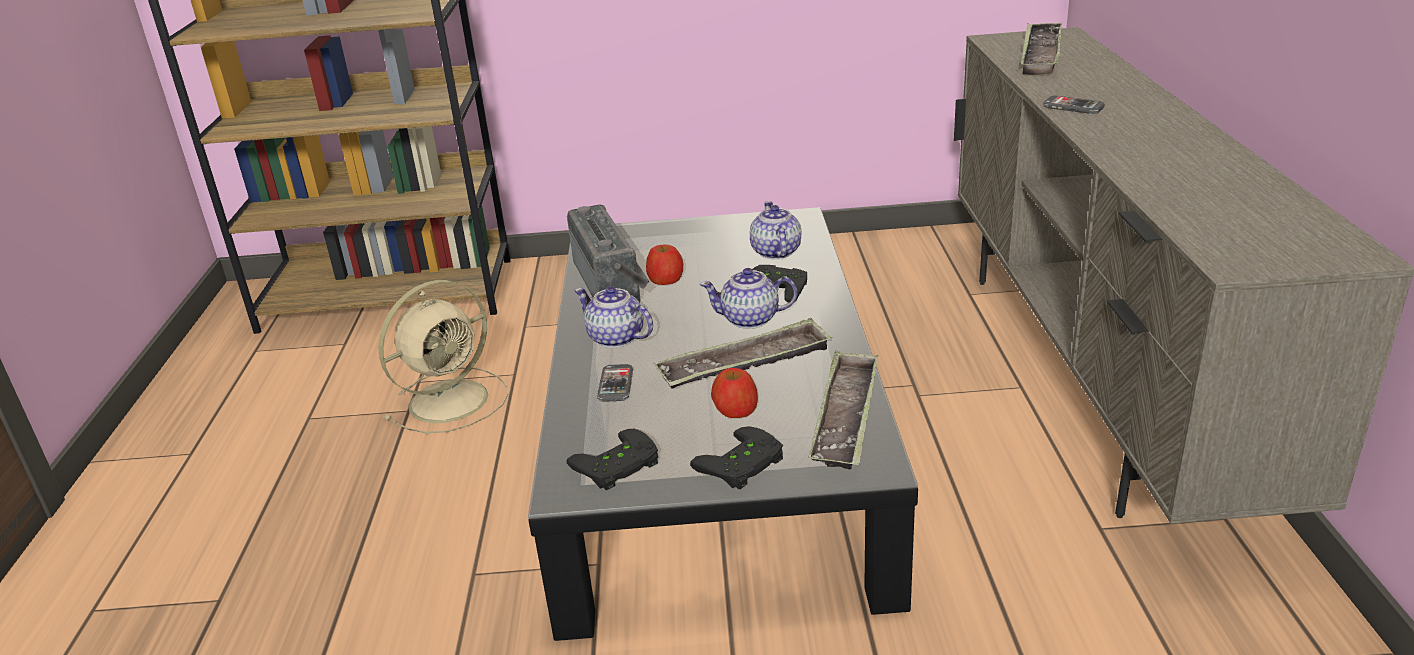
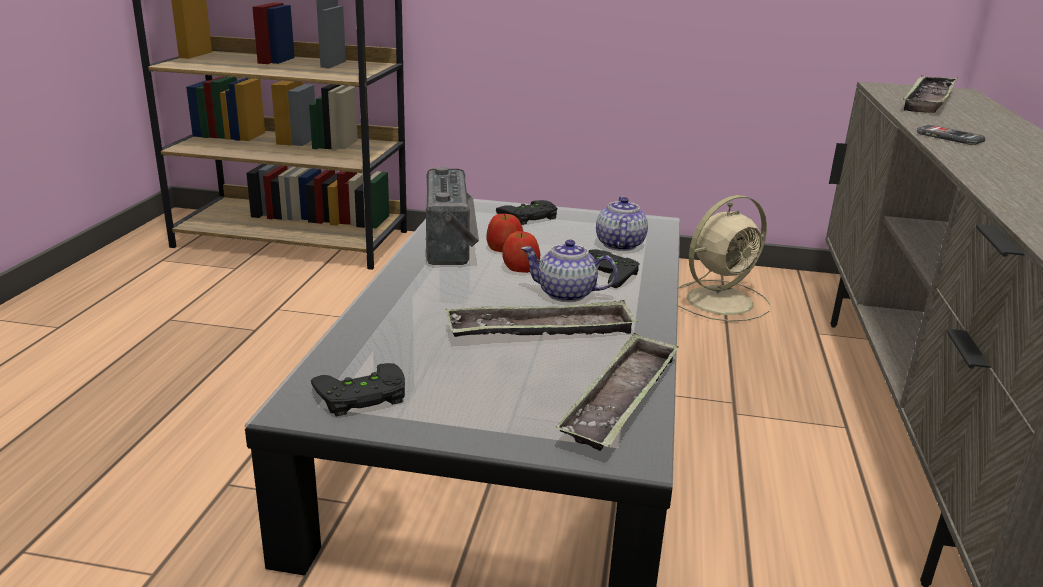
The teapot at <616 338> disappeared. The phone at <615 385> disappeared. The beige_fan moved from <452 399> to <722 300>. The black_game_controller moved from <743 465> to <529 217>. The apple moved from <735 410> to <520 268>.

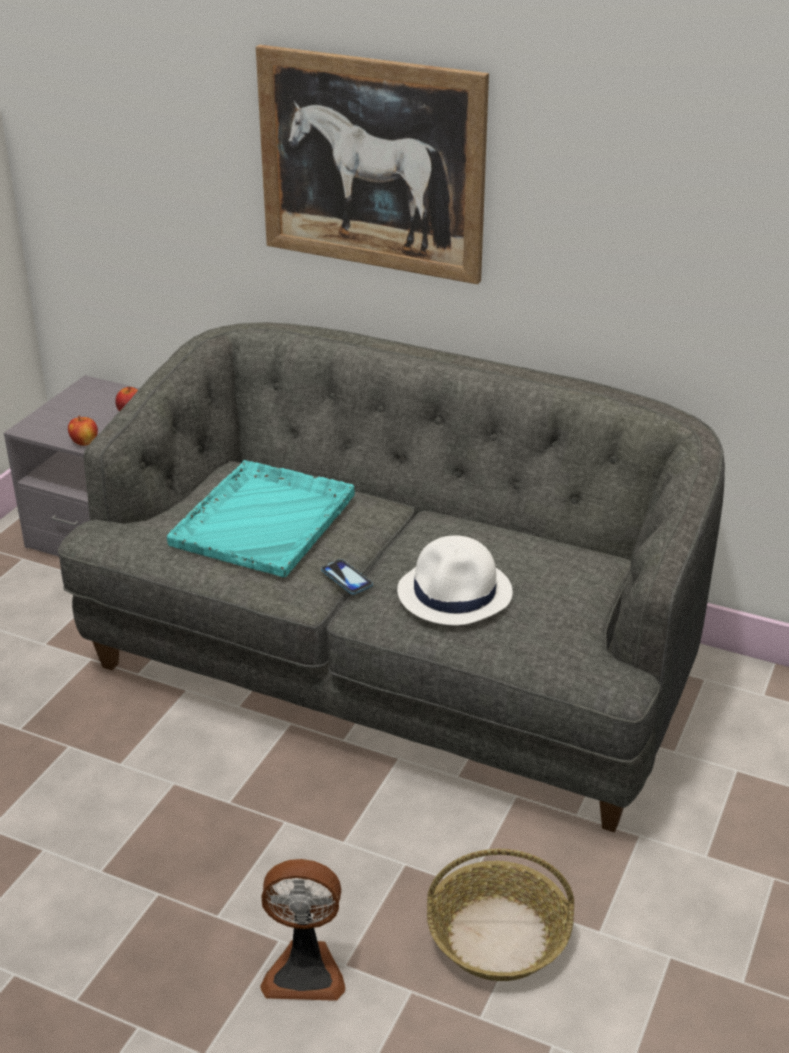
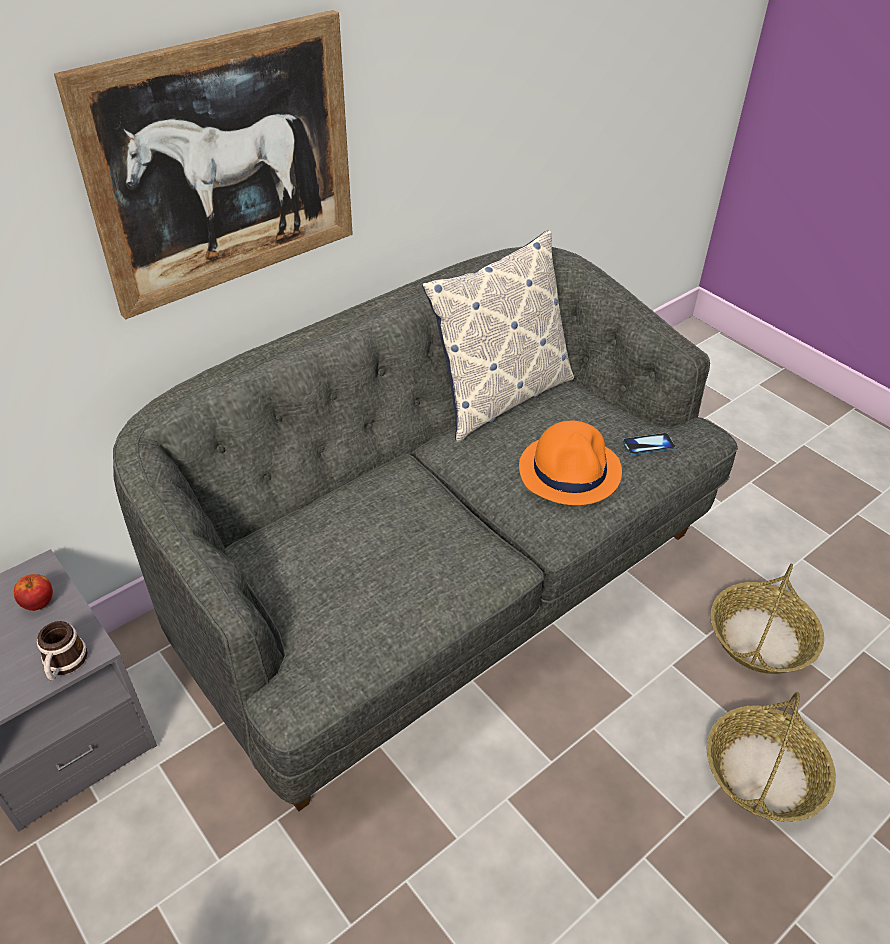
The turquoise_tray at <265 519> disappeared. The pillow at <499 397> appeared. The phone moved from <346 578> to <648 445>. The apple at <84 442> was replaced by the mug at <64 664>. The fan at <305 970> was replaced by the basket at <763 772>. The white_hat at <455 593> became the orange_hat at <570 470>.

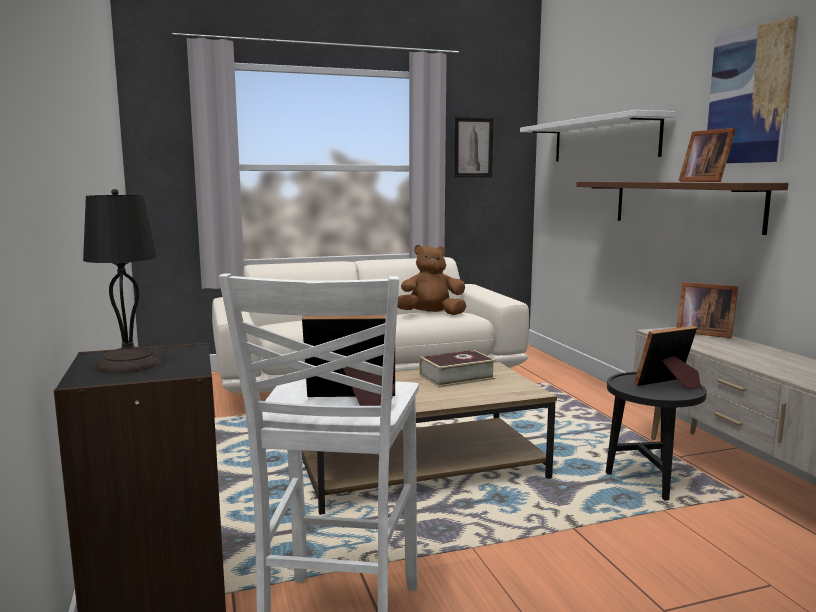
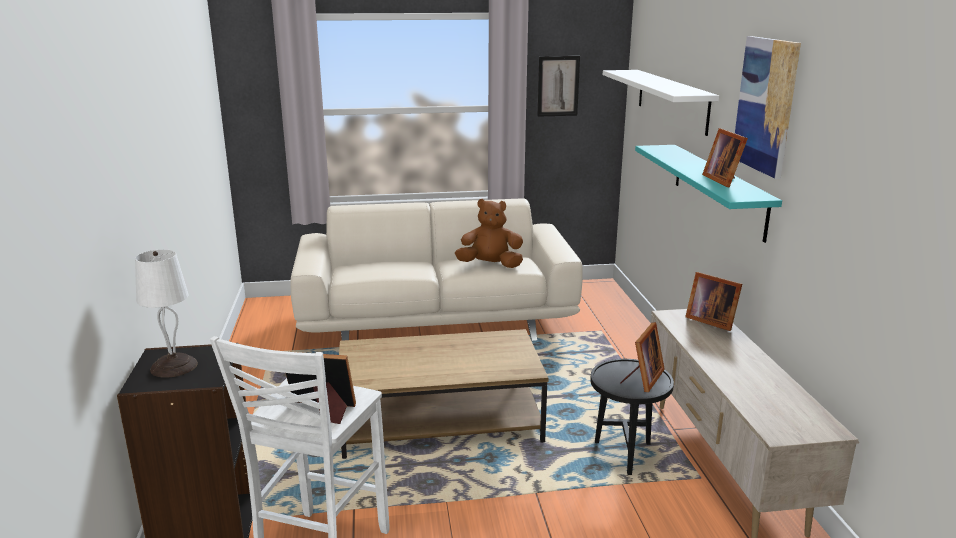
The book at <456 377> disappeared. The black_table_lamp at <129 363> became the white_table_lamp at <174 367>. The brown_shelf at <683 204> became the turquoise_shelf at <718 189>. The picture_frame at <669 385> turned 135 degrees clockwise.

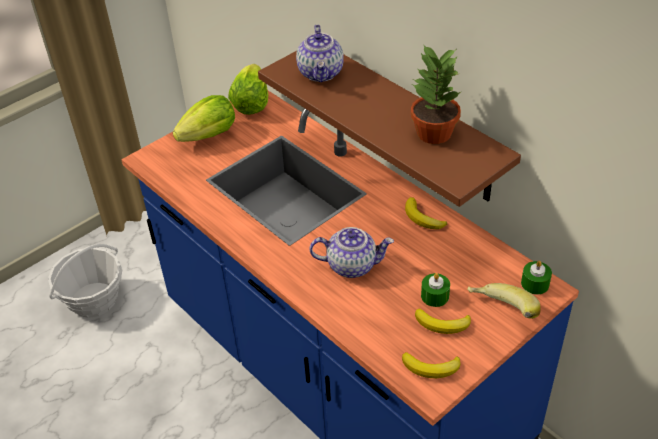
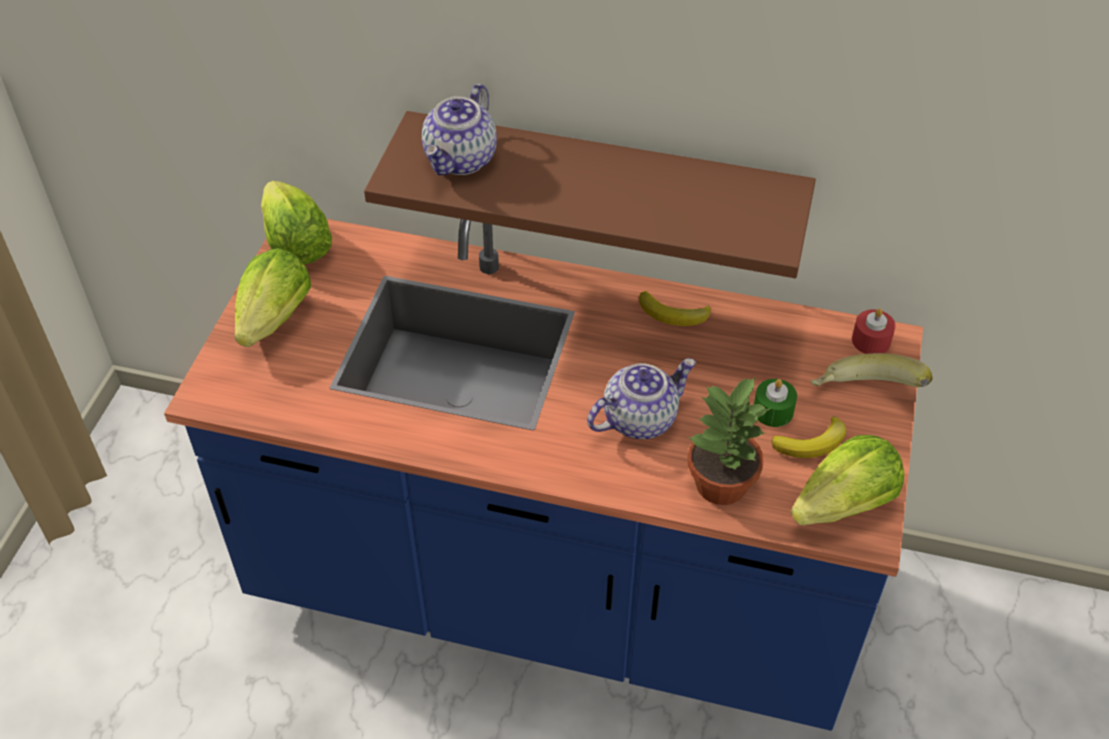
The basket at <94 300> disappeared. The potted_plant moved from <433 133> to <719 484>. The banana at <431 368> was replaced by the lettuce at <844 505>. The green_candle at <535 284> became the red_candle at <871 340>. The teapot at <321 73> turned 60 degrees clockwise.

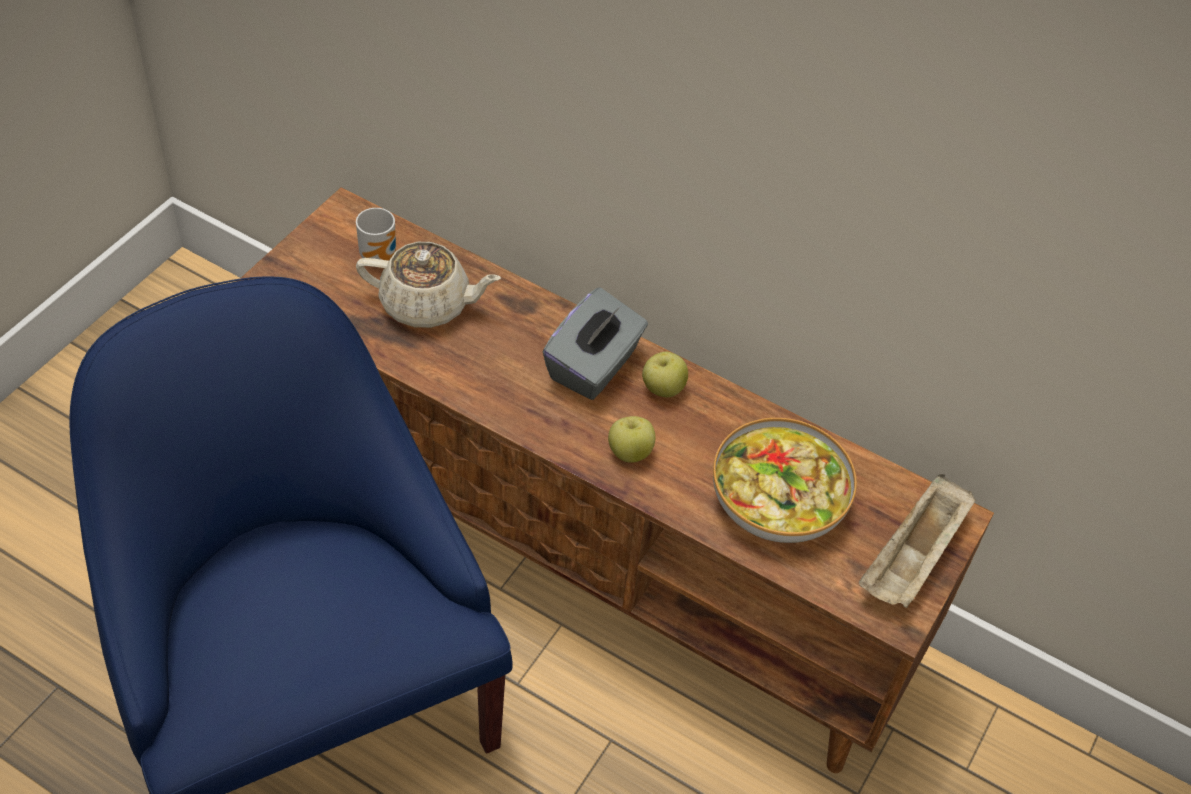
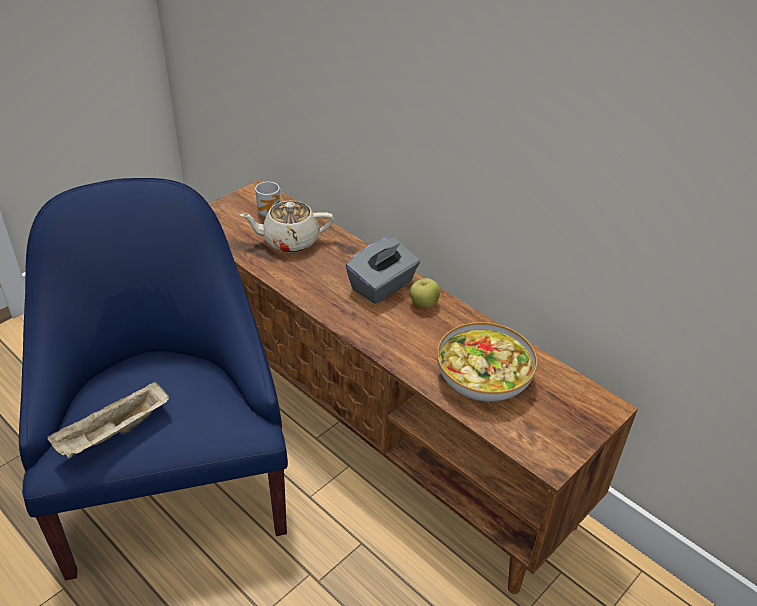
The apple at <630 452> disappeared. The beige_tray moved from <912 559> to <114 434>. The beige_teapot at <427 304> turned 150 degrees clockwise.

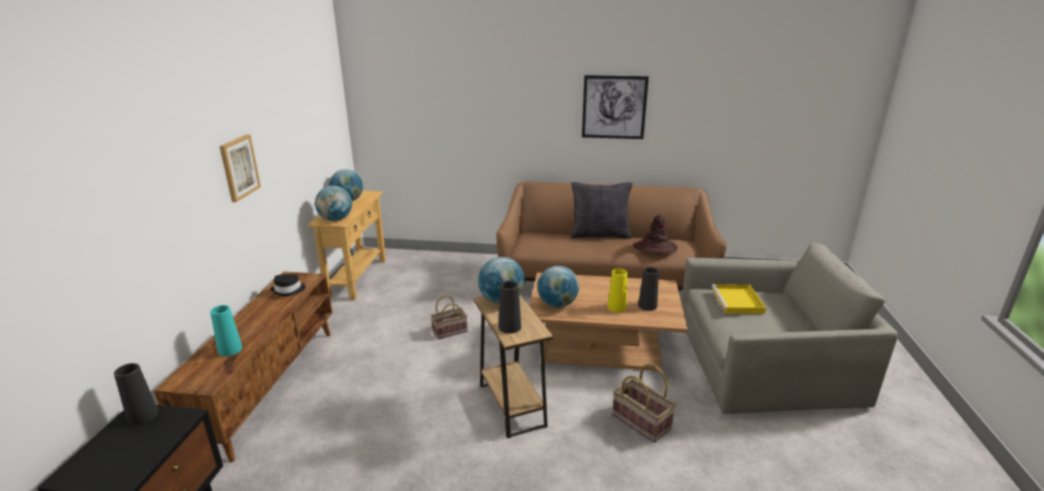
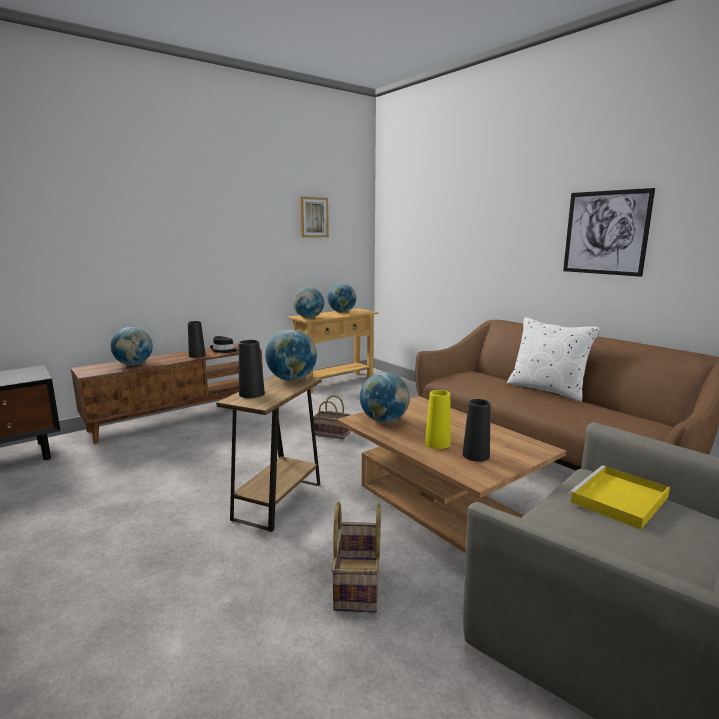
The brown_hat at <655 248> disappeared. The black_vase moved from <142 415> to <197 355>. The picture moved from <239 167> to <313 217>. The turquoise_vase at <230 349> was replaced by the globe at <134 364>. The black_pillow at <599 234> became the white_pillow at <547 389>.

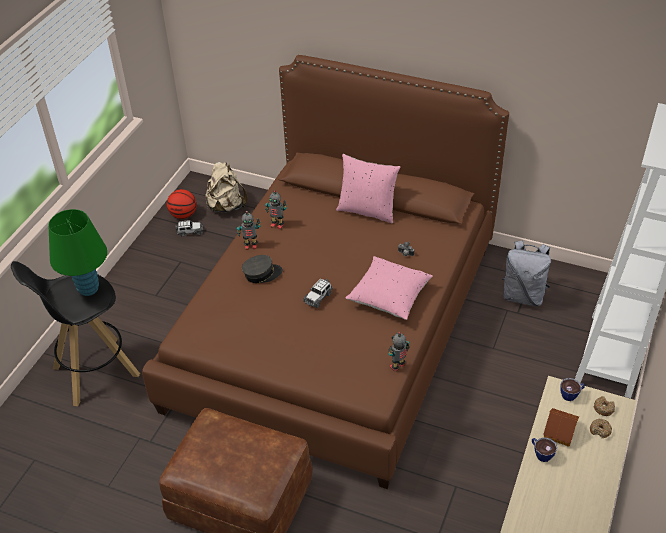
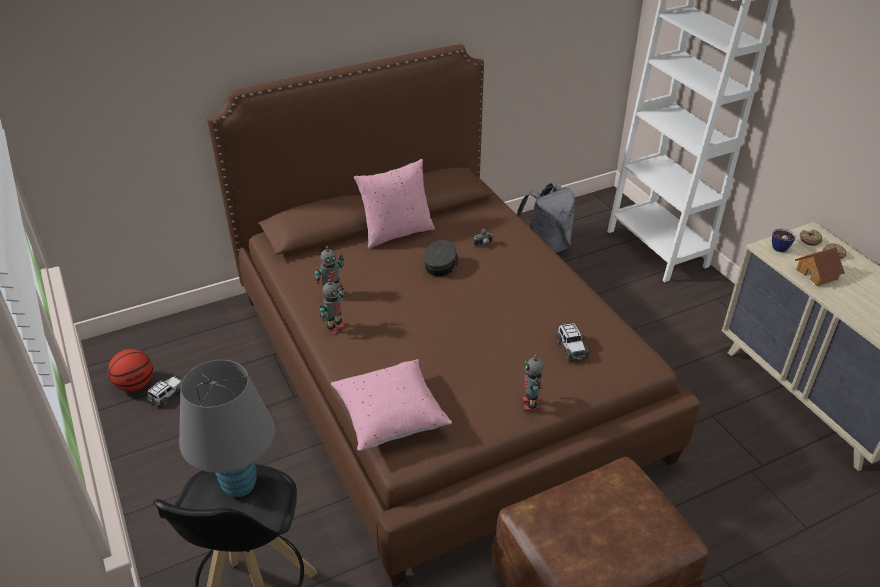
The beige_backpack at <226 206> disappeared. The cup at <541 453> disappeared. The grey_cap moved from <262 274> to <441 264>. The toy_car moved from <318 297> to <571 348>. The pink_pillow moved from <389 297> to <390 417>. The toy_robot moved from <398 366> to <530 404>. The green_table_lamp at <88 289> became the grey_table_lamp at <239 485>.

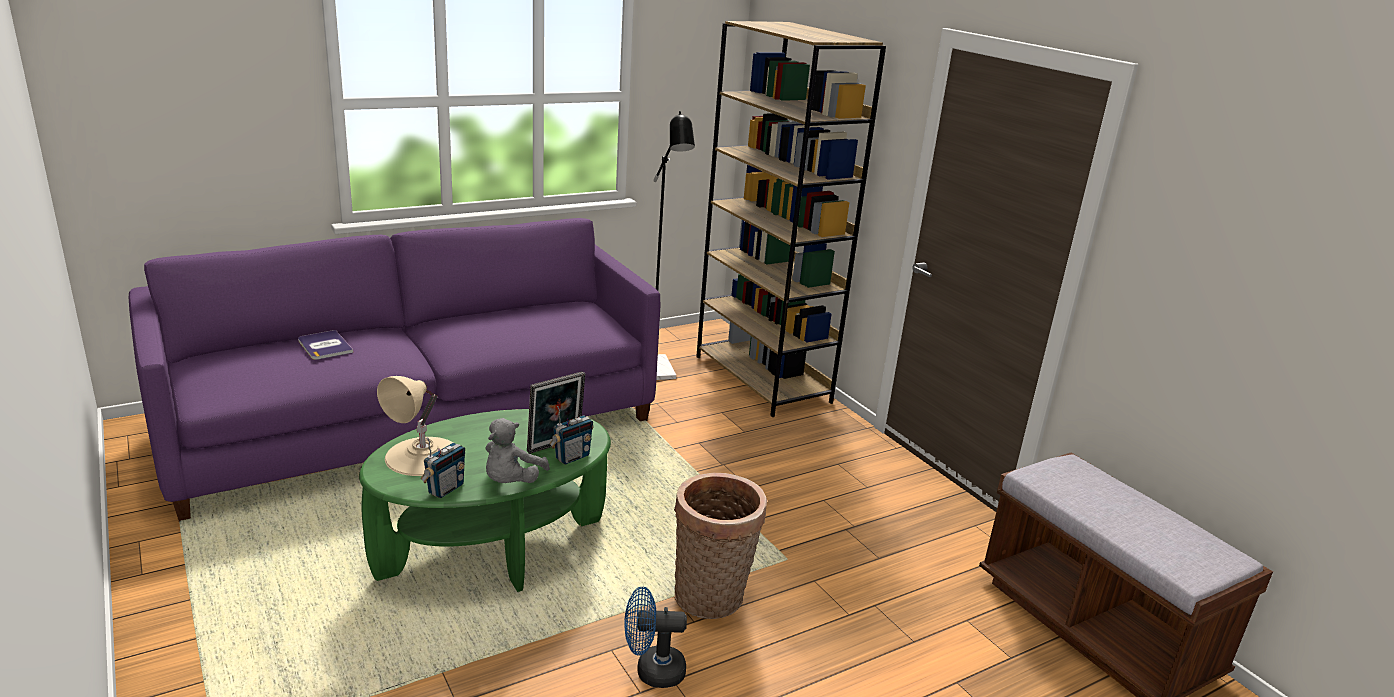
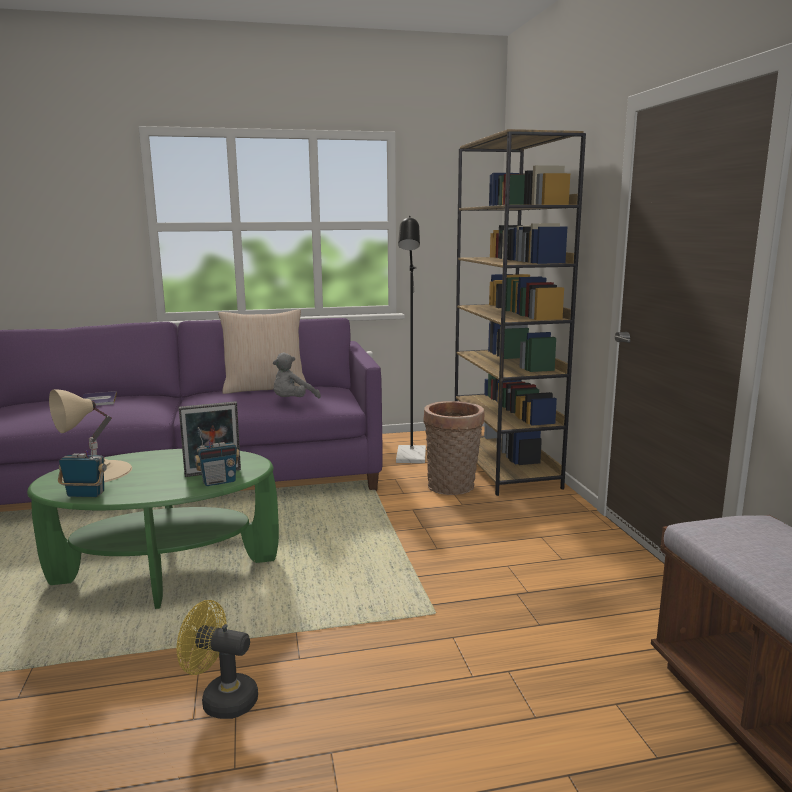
The beige_pillow at <265 388> appeared. The grey_plush_toy moved from <511 482> to <293 402>. The basket moved from <712 599> to <452 488>. The blue_fan at <652 671> became the yellow_fan at <221 699>. The radio at <445 489> turned 135 degrees counterclockwise.

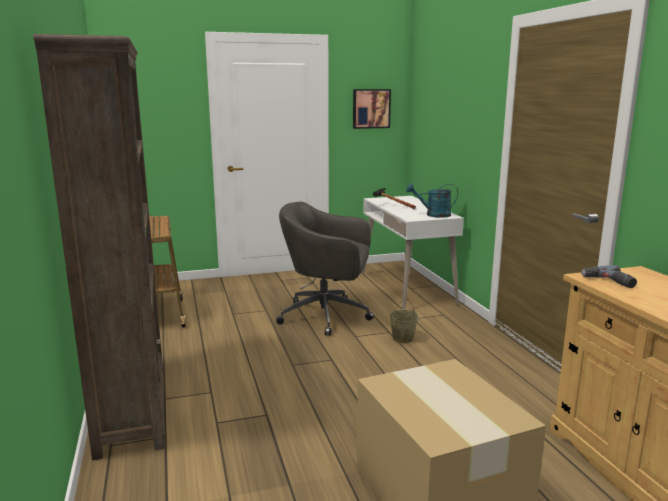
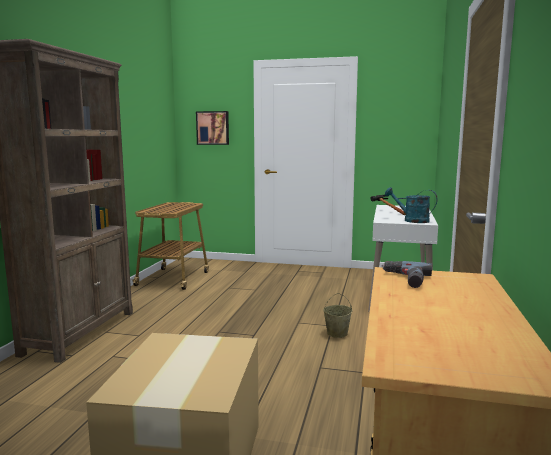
The grey_office_chair at <327 316> disappeared. The picture moved from <371 108> to <213 128>.

